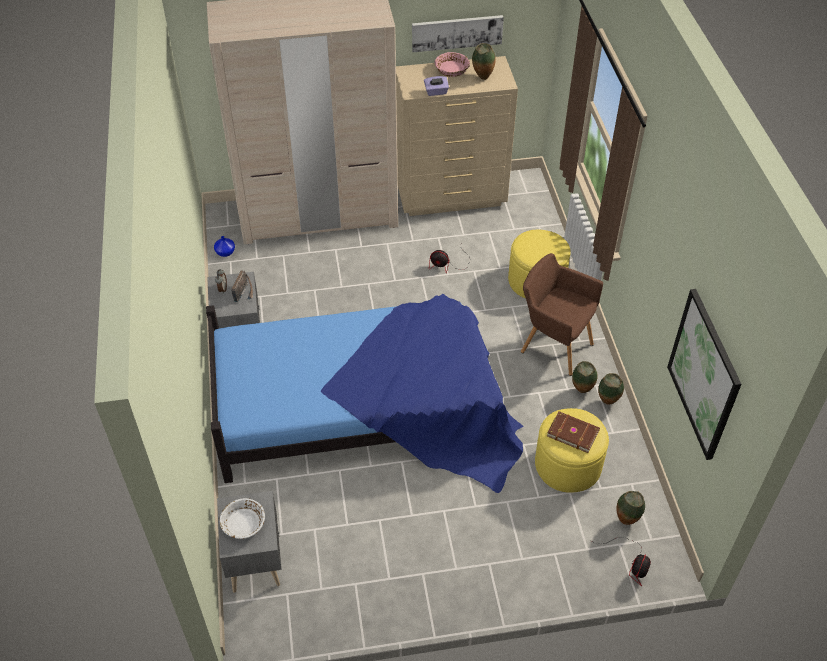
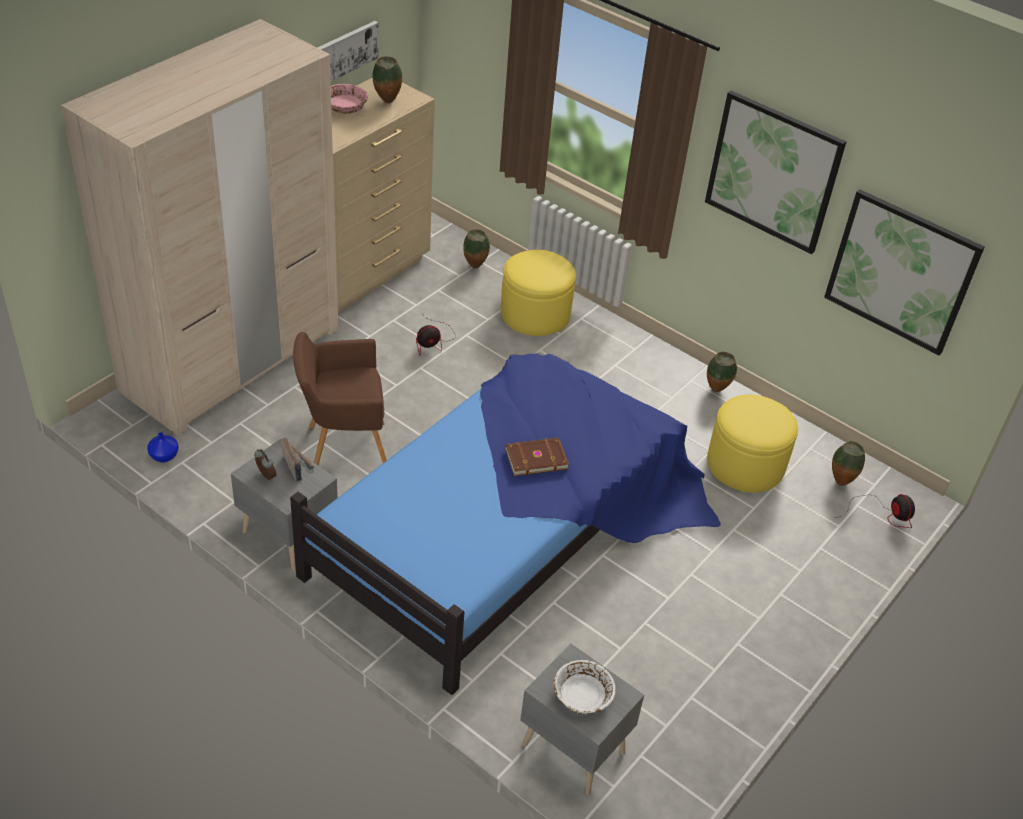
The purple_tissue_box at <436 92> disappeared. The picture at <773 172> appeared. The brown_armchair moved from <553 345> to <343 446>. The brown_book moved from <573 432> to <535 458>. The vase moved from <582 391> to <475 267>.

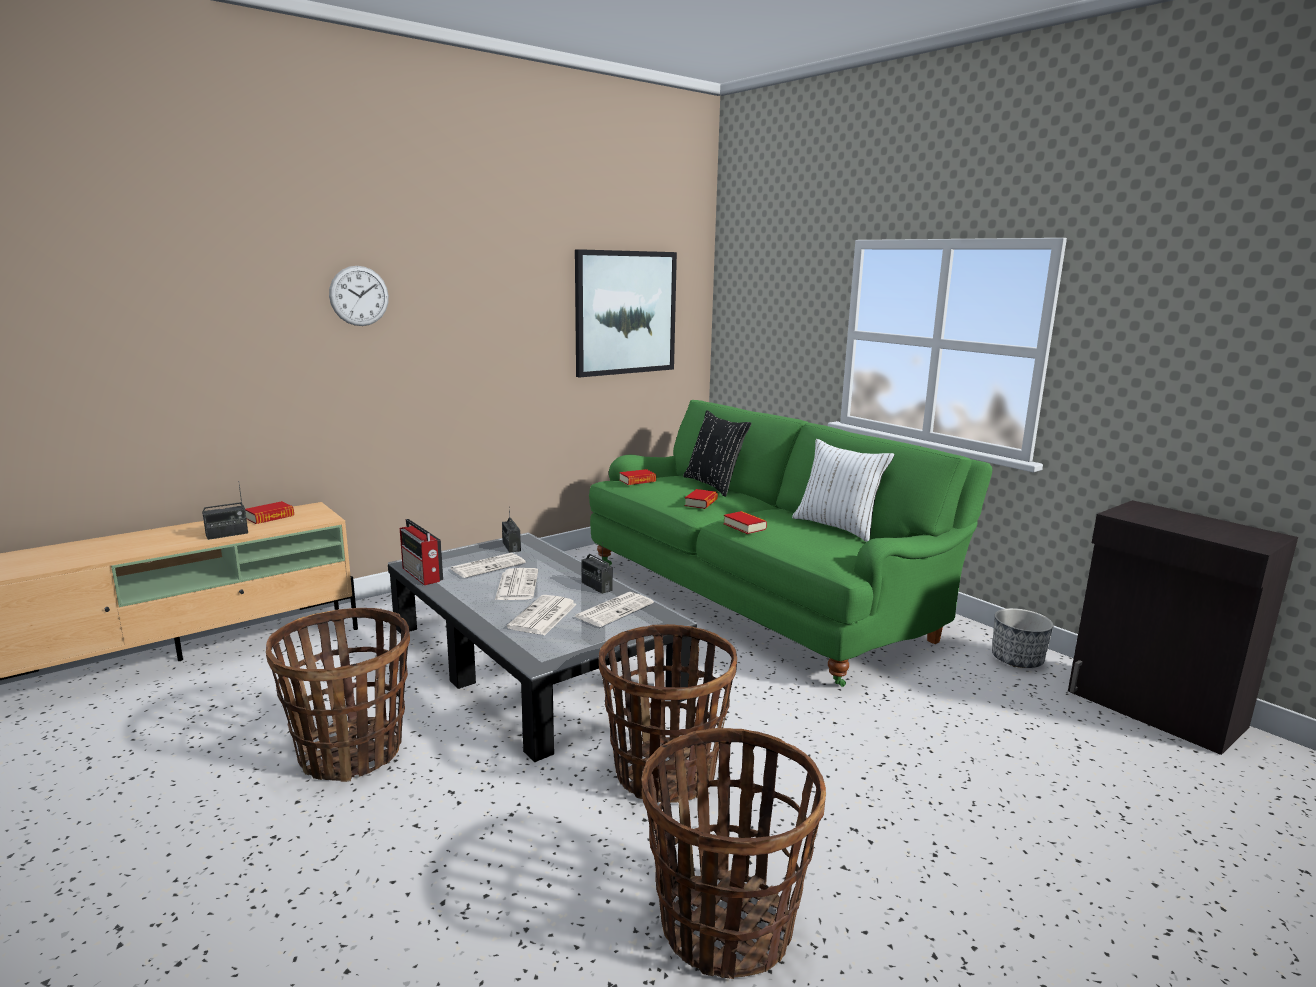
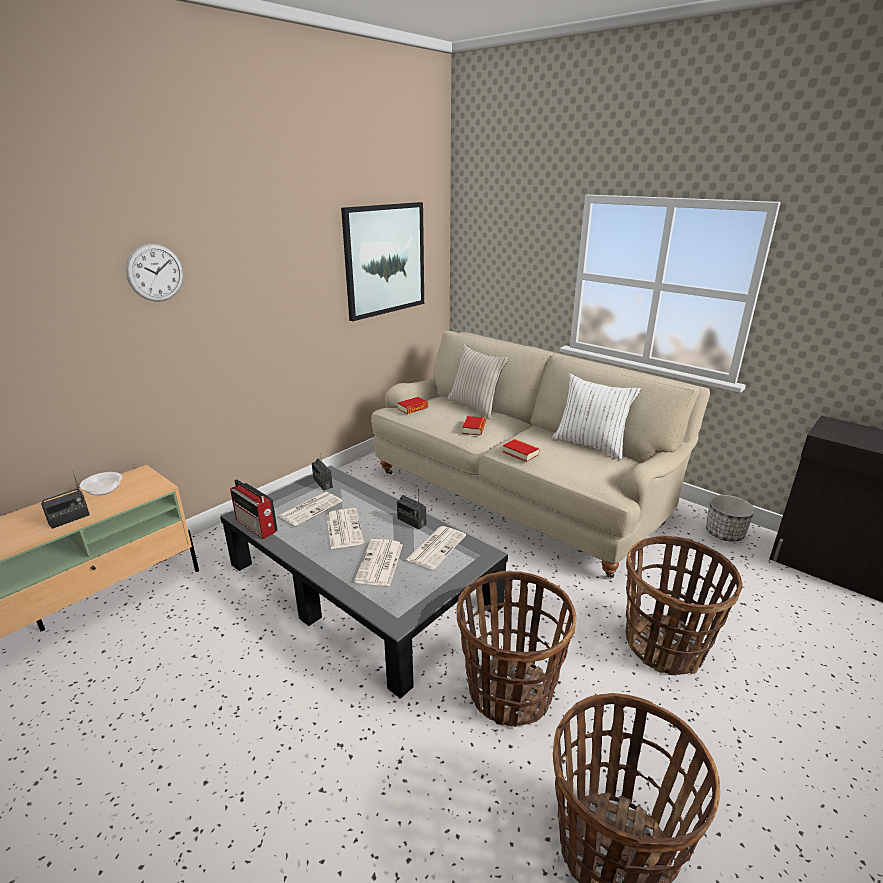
The basket moved from <351 752> to <664 646>. The book at <270 517> was replaced by the bowl at <104 491>. The green_sofa at <761 596> became the beige_sofa at <519 493>. The black_pillow at <714 485> became the beige_pillow at <475 407>.

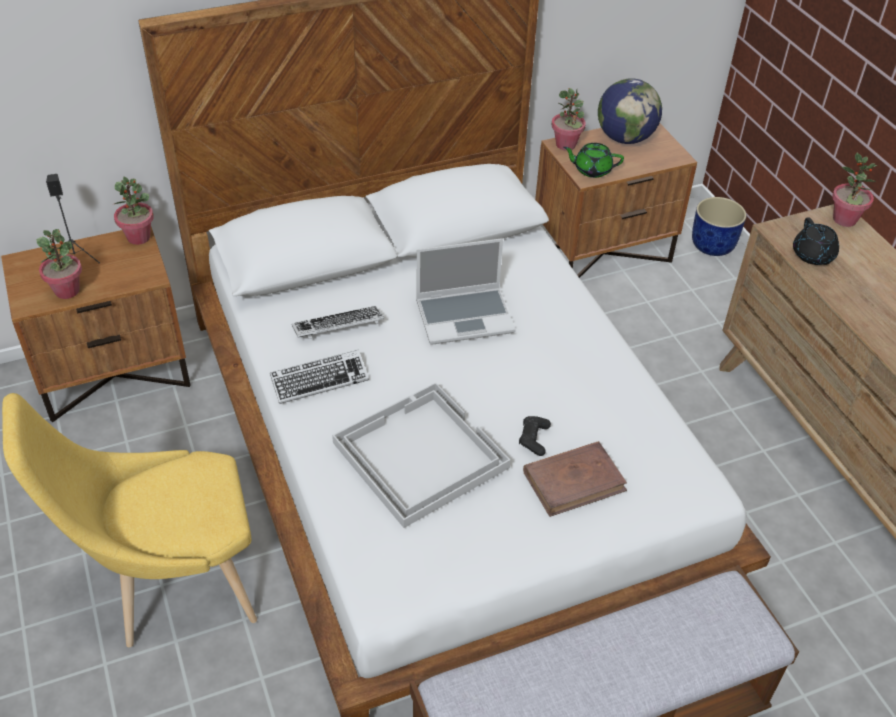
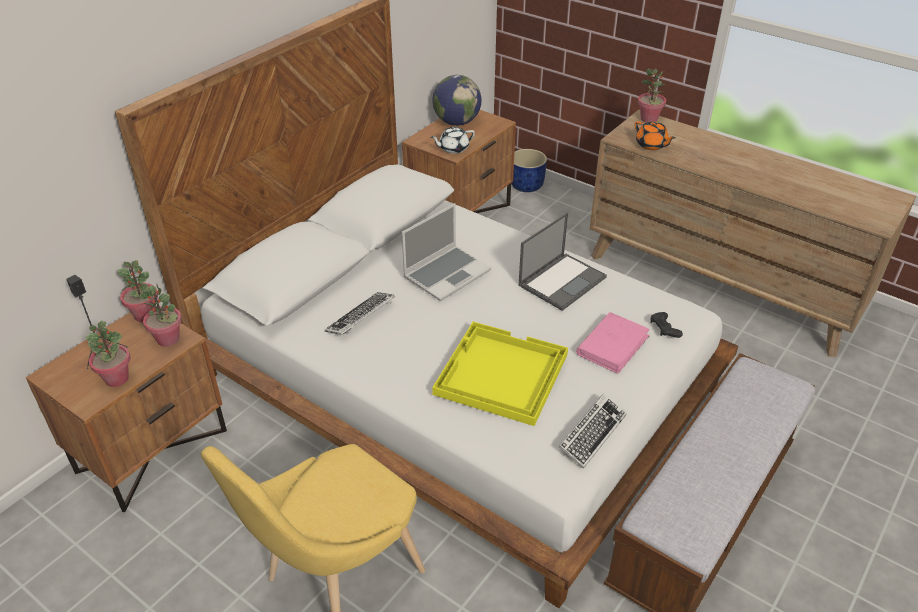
The laptop at <562 281> appeared. The keyboard moved from <319 380> to <592 433>. The black_game_controller moved from <534 439> to <664 329>. The potted_plant moved from <566 145> to <168 339>. The white_tray at <418 455> became the yellow_tray at <500 374>. The brown_book at <574 481> became the pink_book at <613 345>. The green_teapot at <591 169> became the white_teapot at <453 148>. The black_teapot at <813 256> became the orange_teapot at <651 145>.

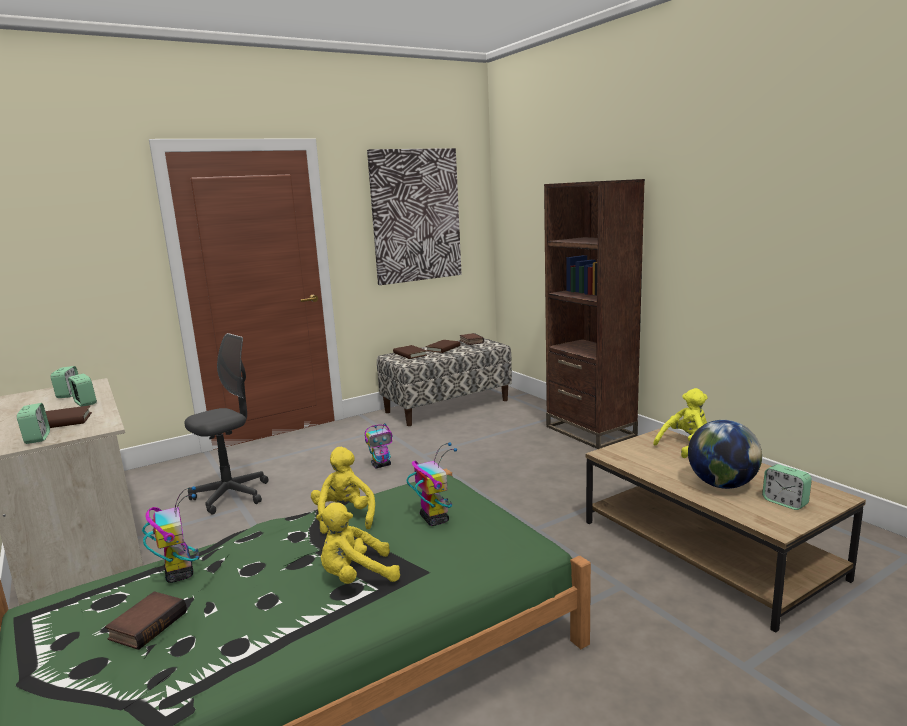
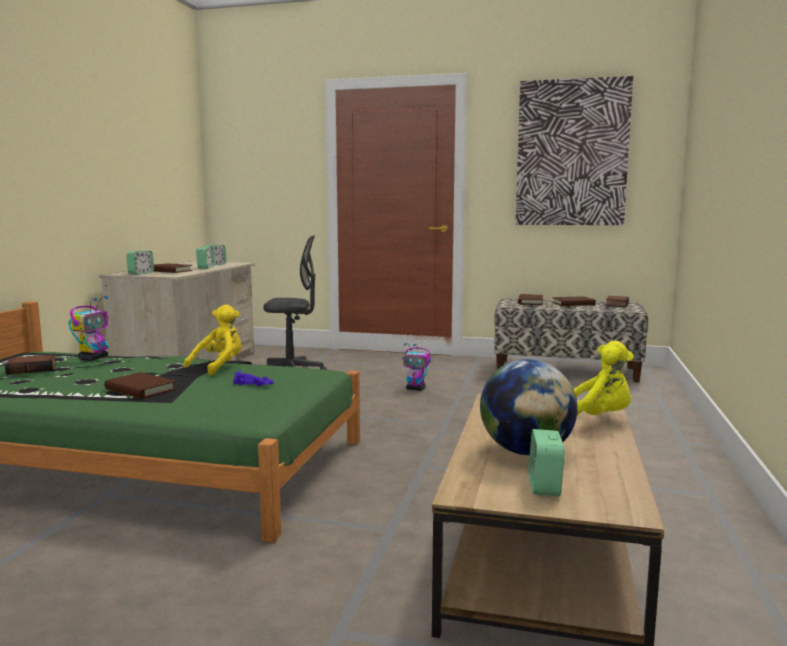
The brown_bookcase at <590 431> disappeared. The yellow_plush_toy at <356 577> was replaced by the brown_book at <140 389>. The toy_robot at <434 519> was replaced by the purple_toy_car at <254 384>.

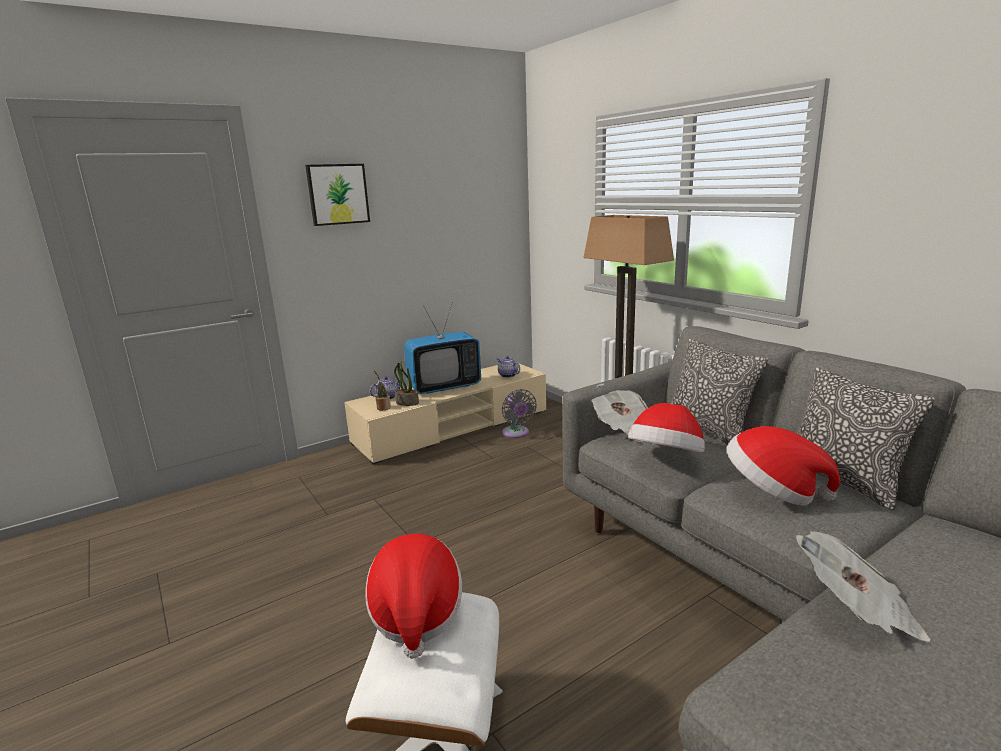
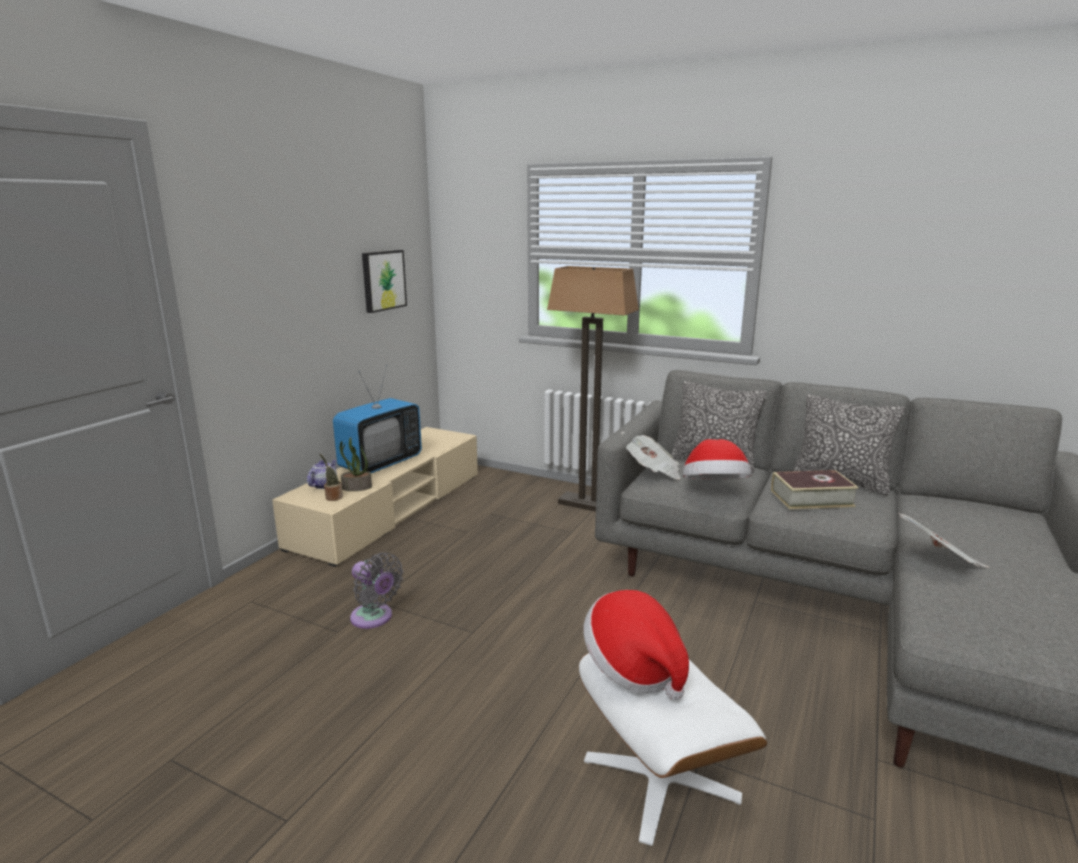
The teapot at <507 375> disappeared. The picture moved from <337 194> to <383 280>. The grey_fan moved from <516 433> to <374 618>. The hat at <773 492> was replaced by the book at <811 498>.

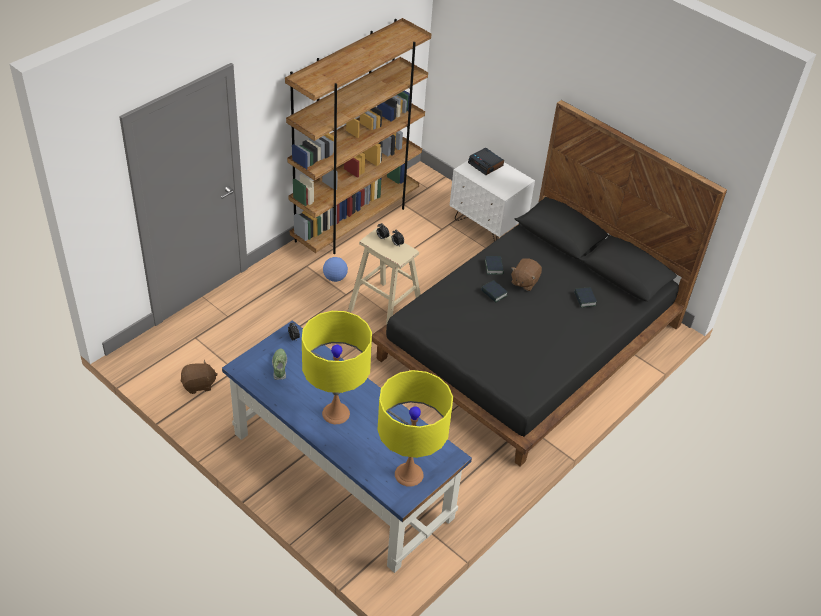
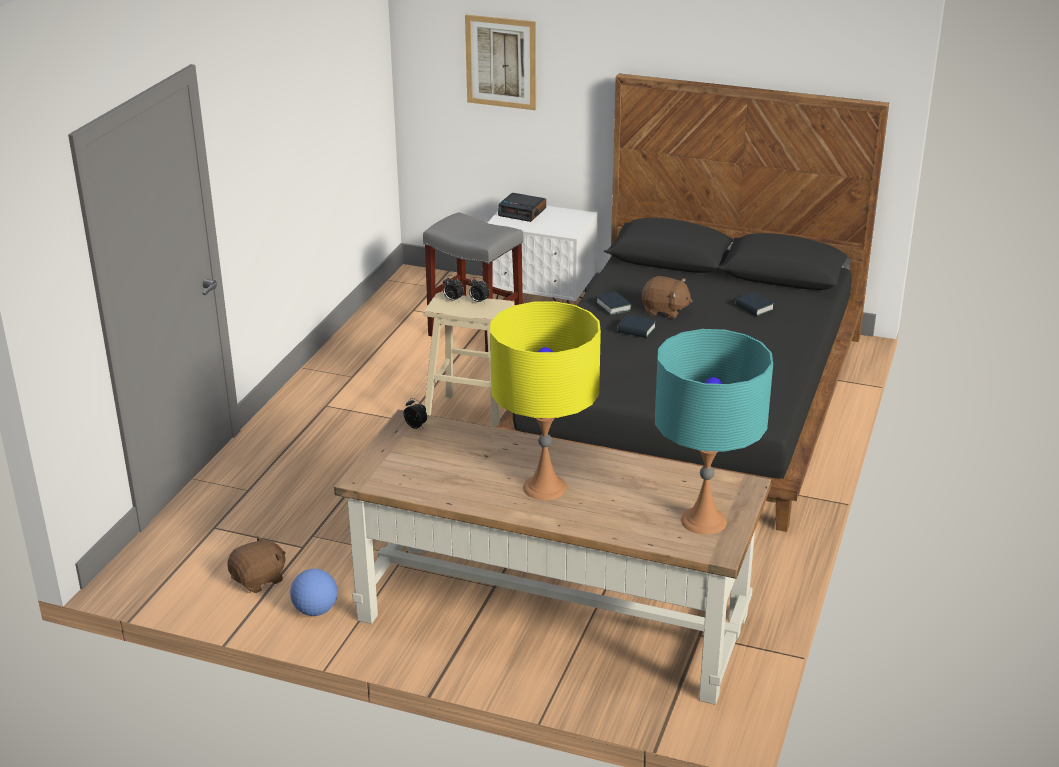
The shoe at <280 367> disappeared. The brown_bookcase at <356 221> disappeared. The grey_stool at <477 334> appeared. The picture at <501 62> appeared. The football moved from <335 278> to <315 610>. The blue_desk at <340 475> became the brown_desk at <550 618>. The yellow_table_lamp at <409 474> became the turquoise_table_lamp at <703 521>. The brown_plush_toy at <524 282> turned 75 degrees counterclockwise.

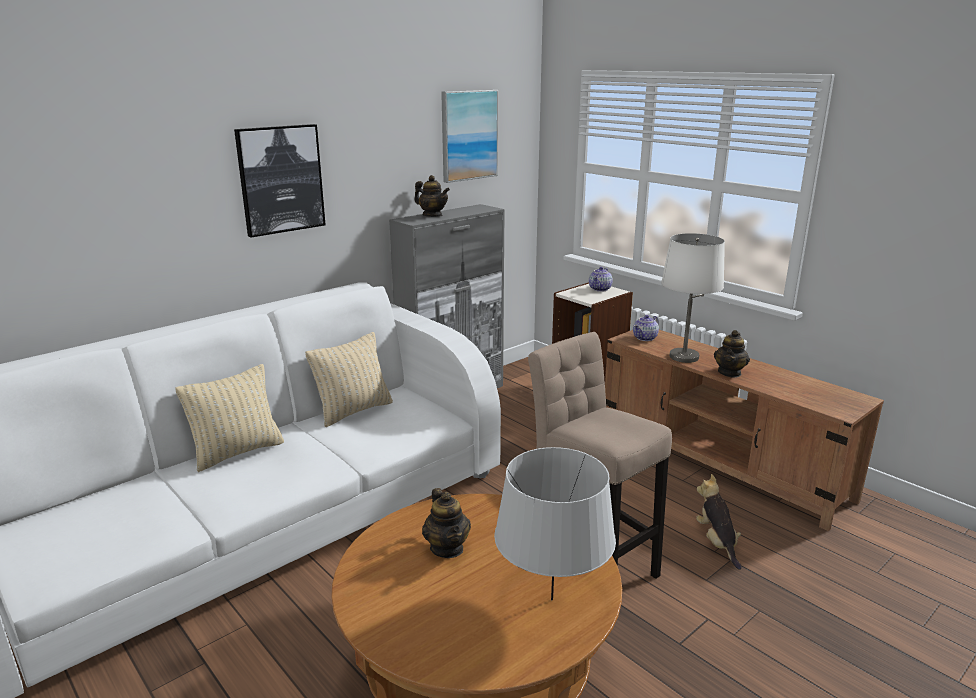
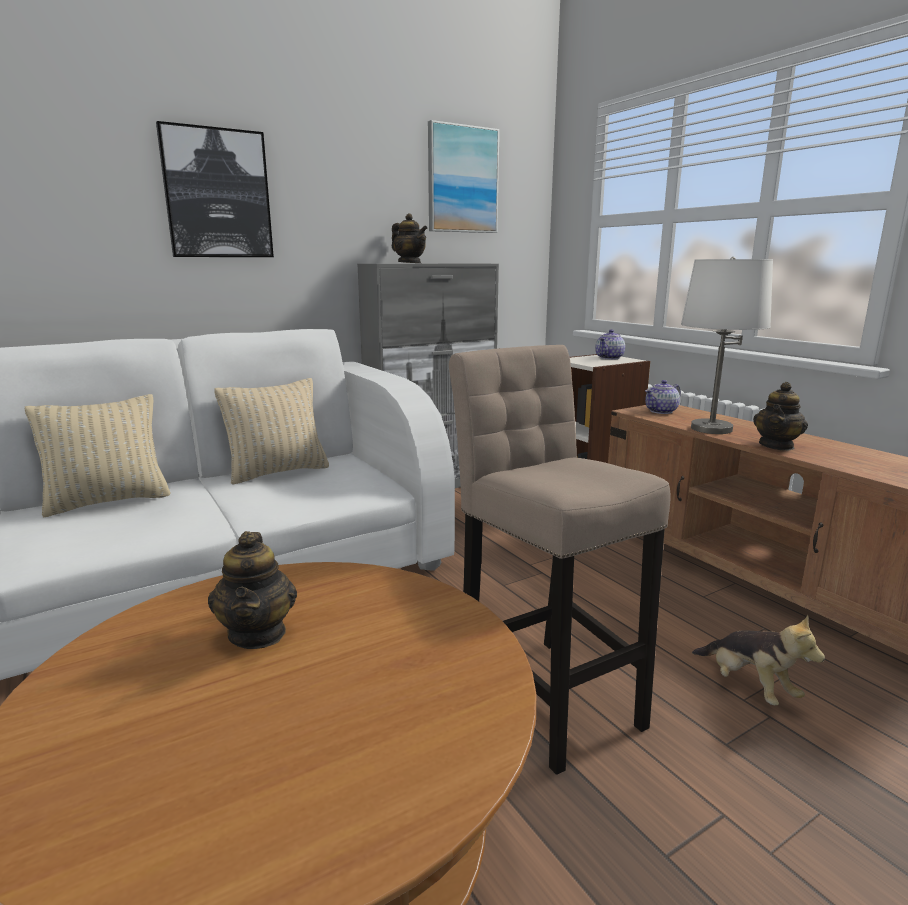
The grey_table_lamp at <551 600> disappeared. The plush_toy at <717 542> turned 150 degrees clockwise.

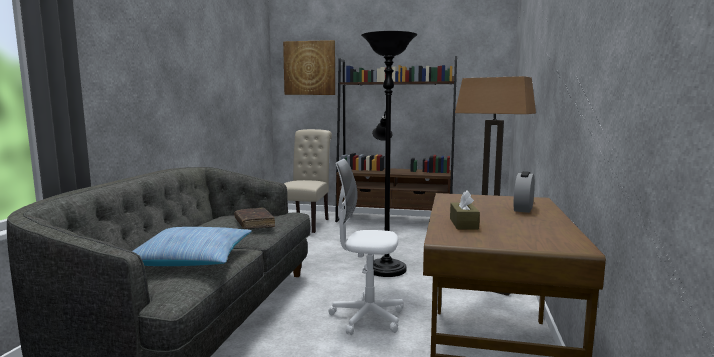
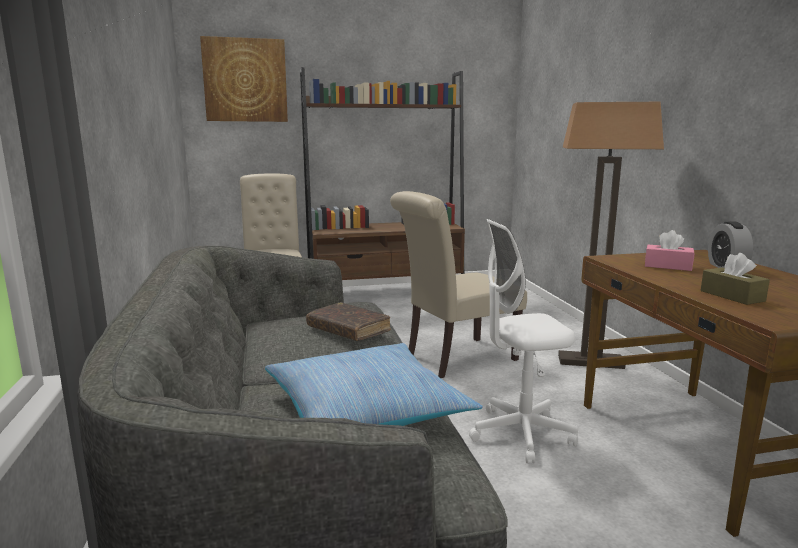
The pink_tissue_box at <667 266> appeared. The black_floor_lamp at <385 267> was replaced by the beige_chair at <455 358>.

